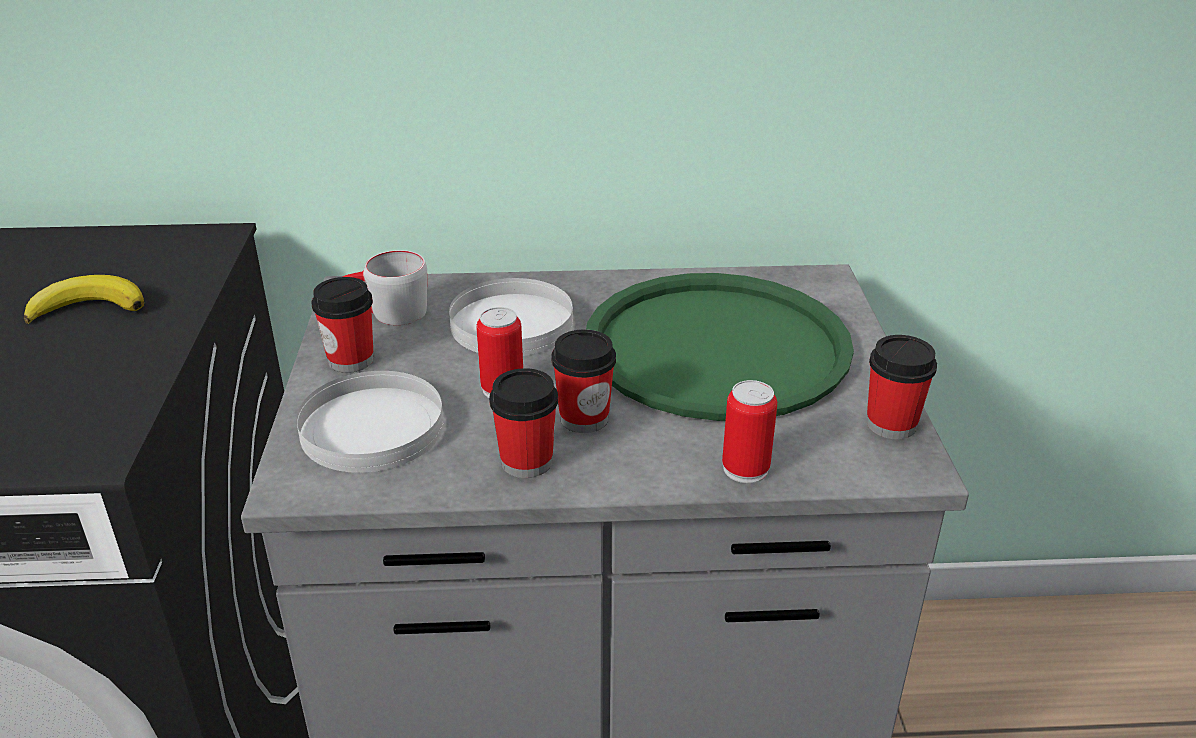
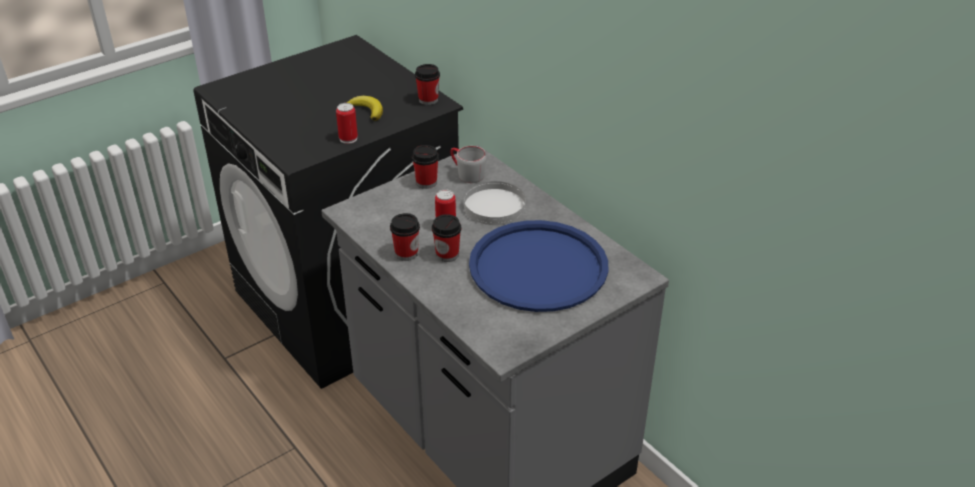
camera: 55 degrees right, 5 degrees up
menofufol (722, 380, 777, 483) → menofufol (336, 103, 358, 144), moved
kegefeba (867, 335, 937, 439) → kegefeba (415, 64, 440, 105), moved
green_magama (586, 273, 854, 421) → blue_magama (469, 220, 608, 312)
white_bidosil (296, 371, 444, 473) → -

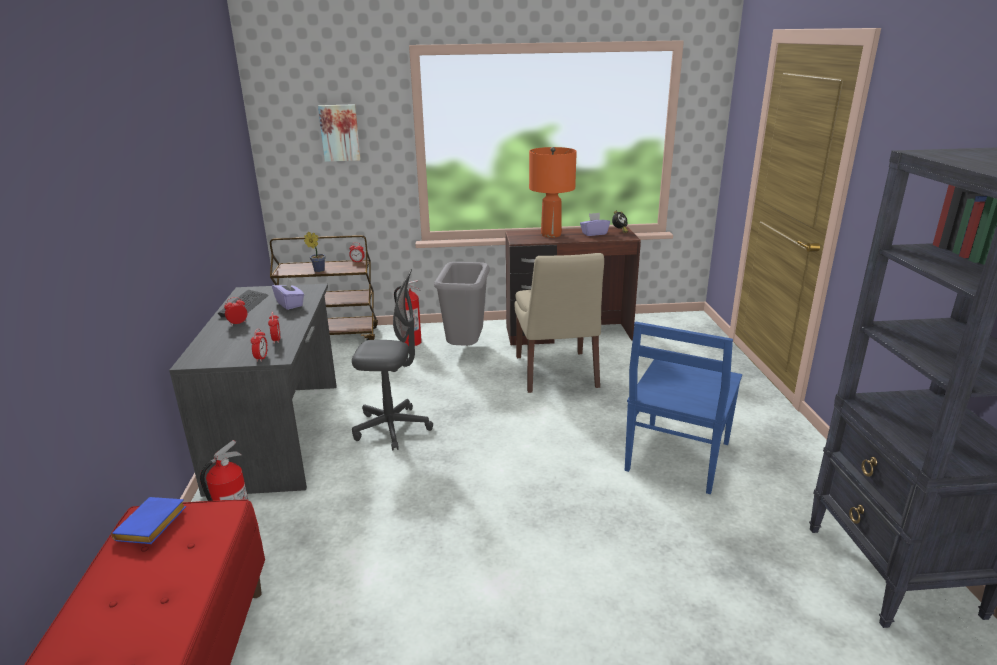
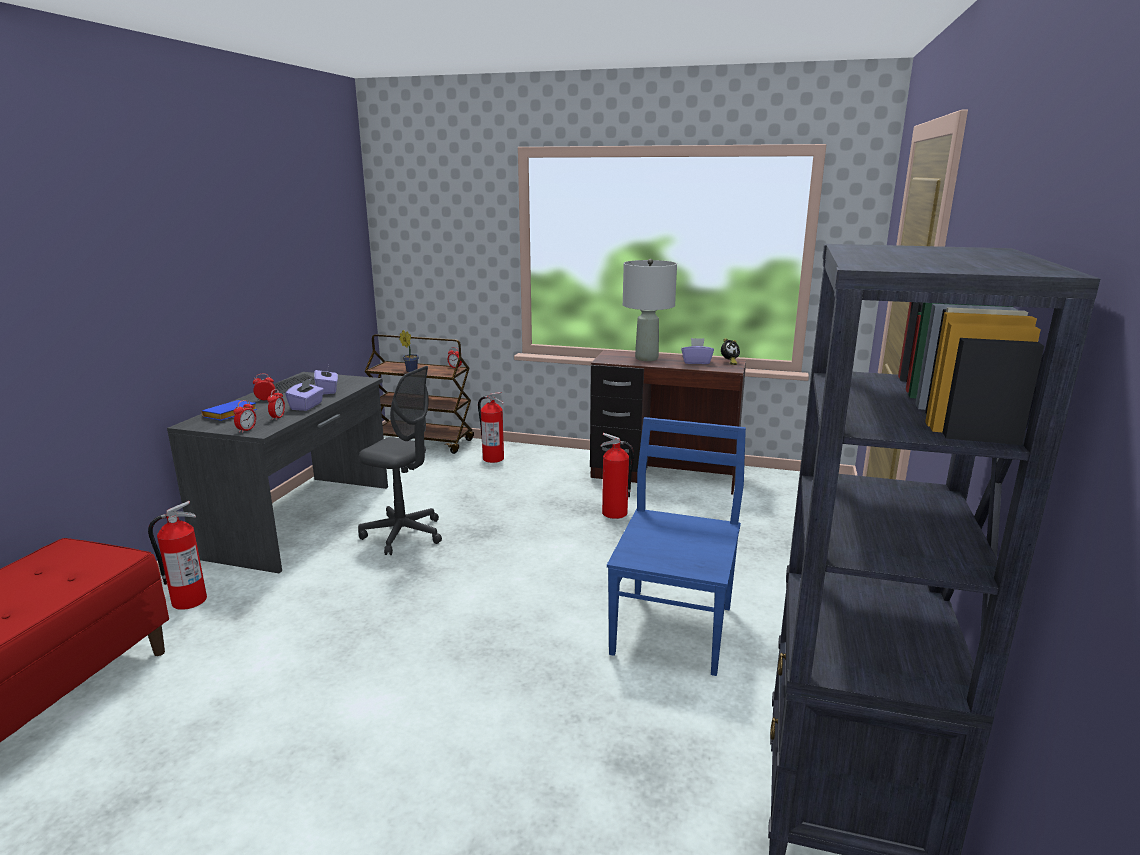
camera: 20 degrees right, 5 degrees down
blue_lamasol (111, 497, 186, 544) → blue_lamasol (201, 400, 257, 421), moved
- → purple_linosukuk (285, 378, 324, 411)
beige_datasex (515, 253, 604, 393) → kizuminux (600, 433, 634, 519)
blue_datasex (625, 322, 742, 494) → blue_datasex (607, 417, 746, 676), 150 degrees clockwise
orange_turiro (529, 147, 577, 238) → grey_turiro (623, 259, 677, 361)
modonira (318, 104, 361, 162) → -
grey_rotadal (434, 262, 490, 346) → -

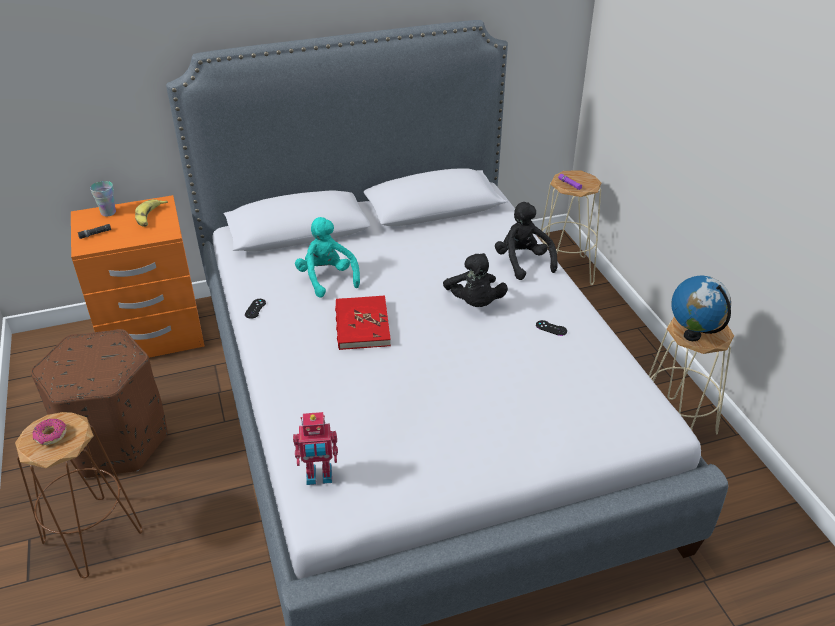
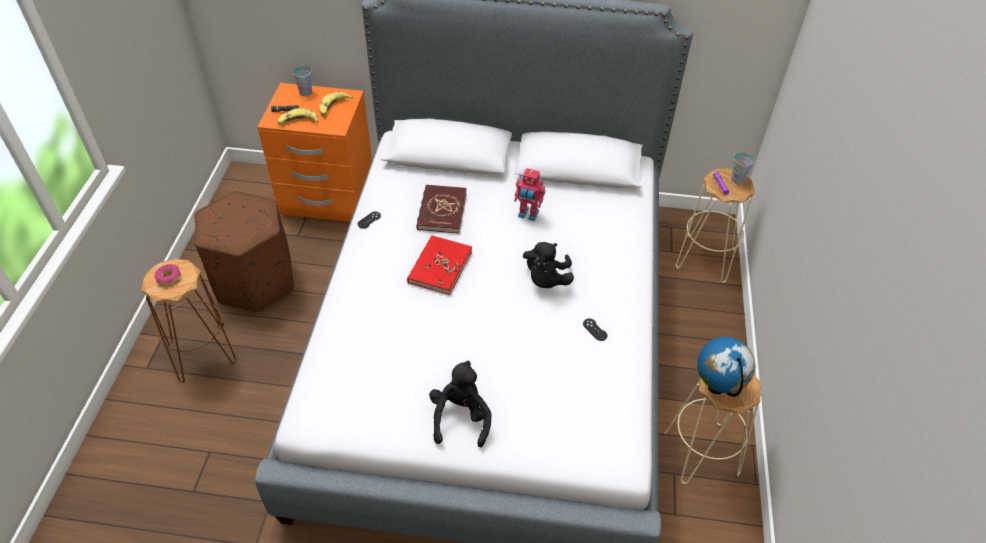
camera: 25 degrees right, 10 degrees up
- → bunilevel (277, 108, 319, 125)
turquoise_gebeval (295, 217, 360, 298) → red_lamasol (416, 185, 467, 234)
black_gebeval (495, 202, 558, 280) → black_gebeval (429, 361, 491, 447), moved
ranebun (293, 412, 338, 485) → ranebun (514, 168, 545, 221), moved
- → kegefeba (731, 152, 754, 184)

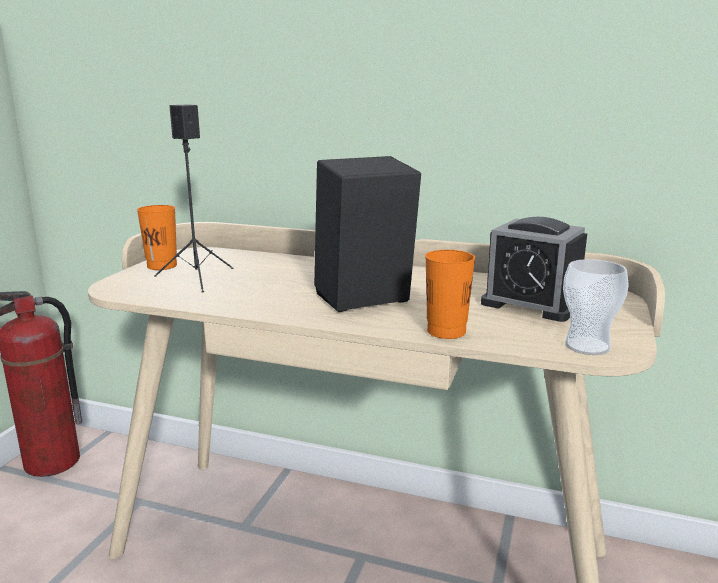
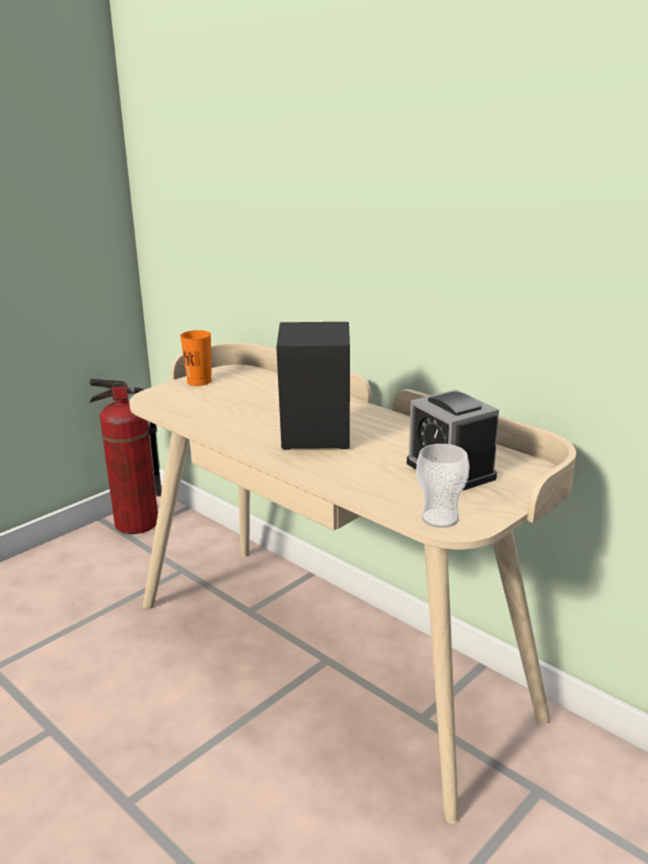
camera: 25 degrees right, 5 degrees up
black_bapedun (154, 104, 234, 293) → -
orange_kegefeba (425, 250, 475, 339) → -

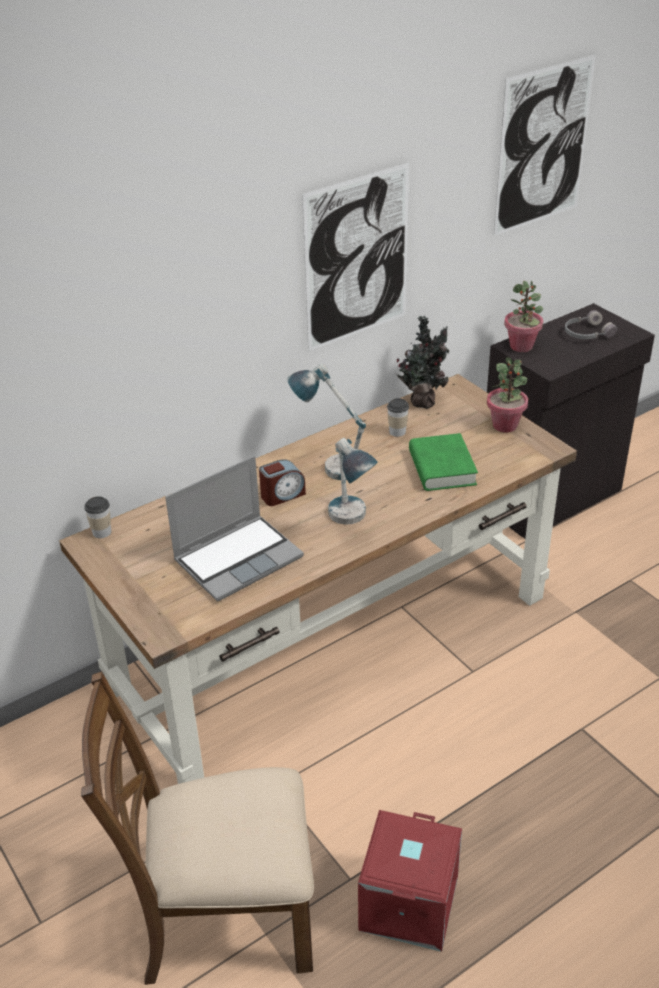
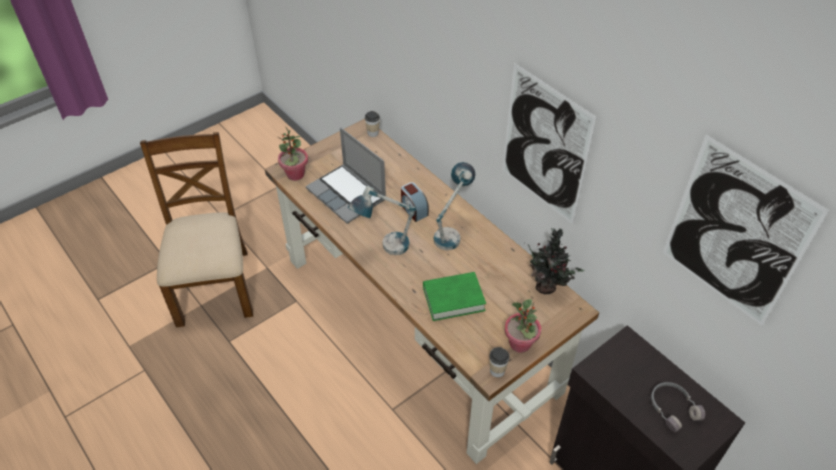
camera: 85 degrees right, 10 degrees up
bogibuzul (504, 281, 543, 352) → bogibuzul (278, 126, 308, 181), moved
kegefeba (387, 398, 409, 437) → kegefeba (490, 347, 510, 378), moved
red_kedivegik (358, 810, 462, 952) → -

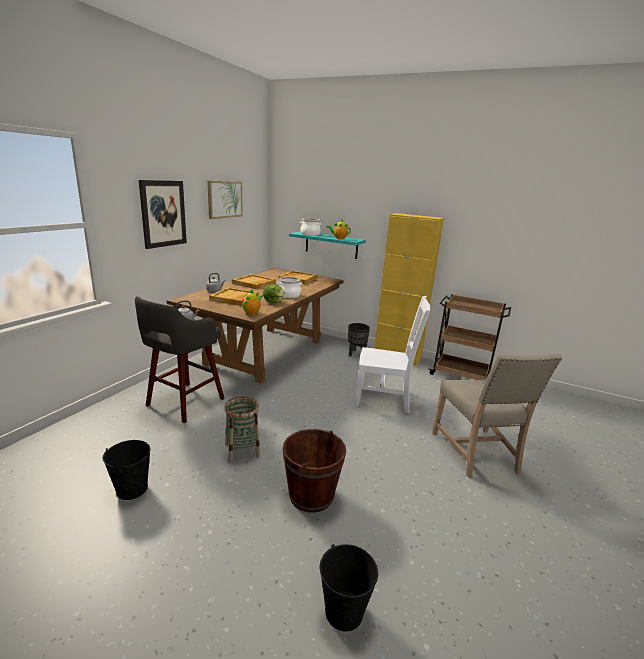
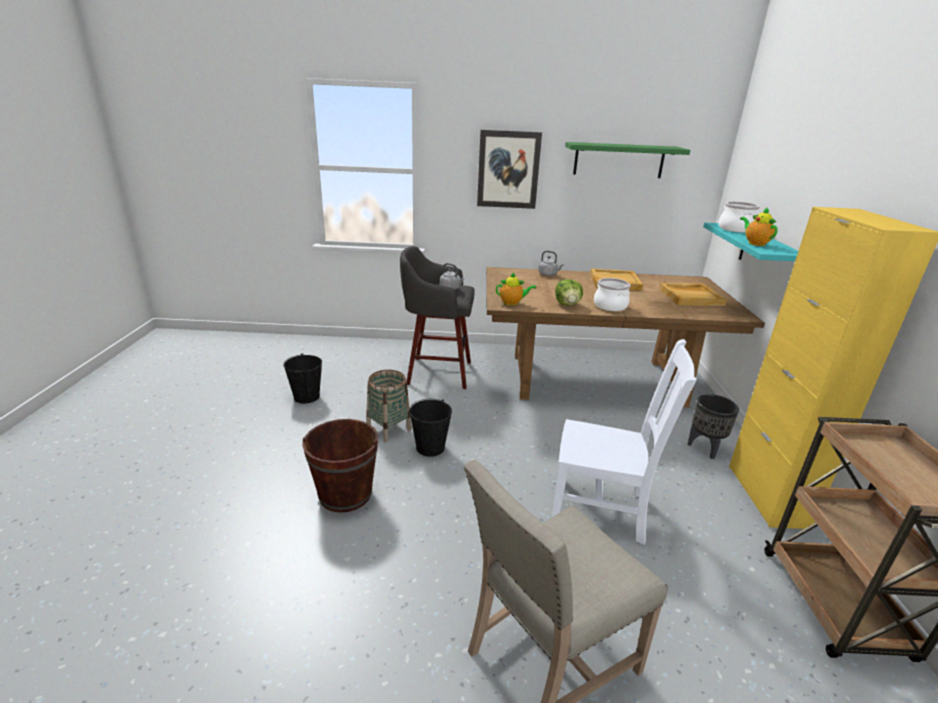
camera: 65 degrees right, 5 degrees up
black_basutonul (320, 544, 378, 632) → black_basutonul (409, 399, 452, 457), moved
white_datasex (355, 296, 430, 414) → white_datasex (552, 339, 697, 545), 60 degrees counterclockwise
modonira (208, 181, 242, 219) → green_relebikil (565, 142, 690, 178)
beige_magama (209, 287, 259, 306) → -

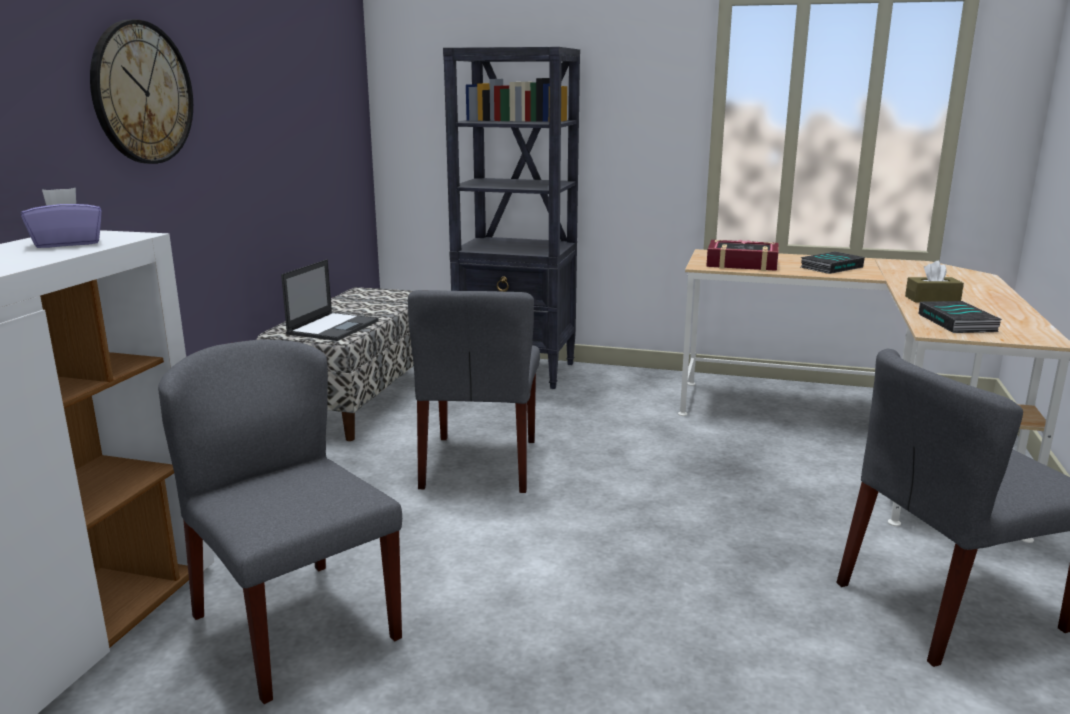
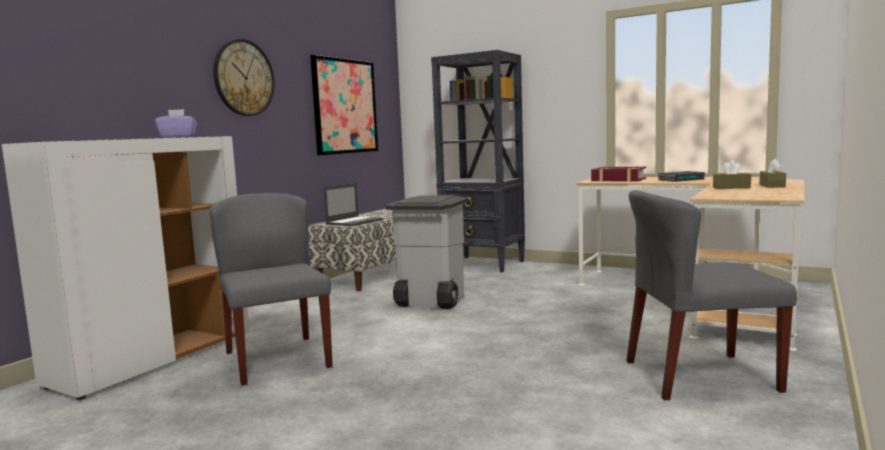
camera: 15 degrees right, 10 degrees down
- → modonira (310, 55, 378, 155)
grey_datasex (408, 290, 540, 493) → grey_rotadal (385, 195, 469, 309)
- → brown_linosukuk (760, 159, 786, 188)
lamasol (919, 301, 1002, 333) → -

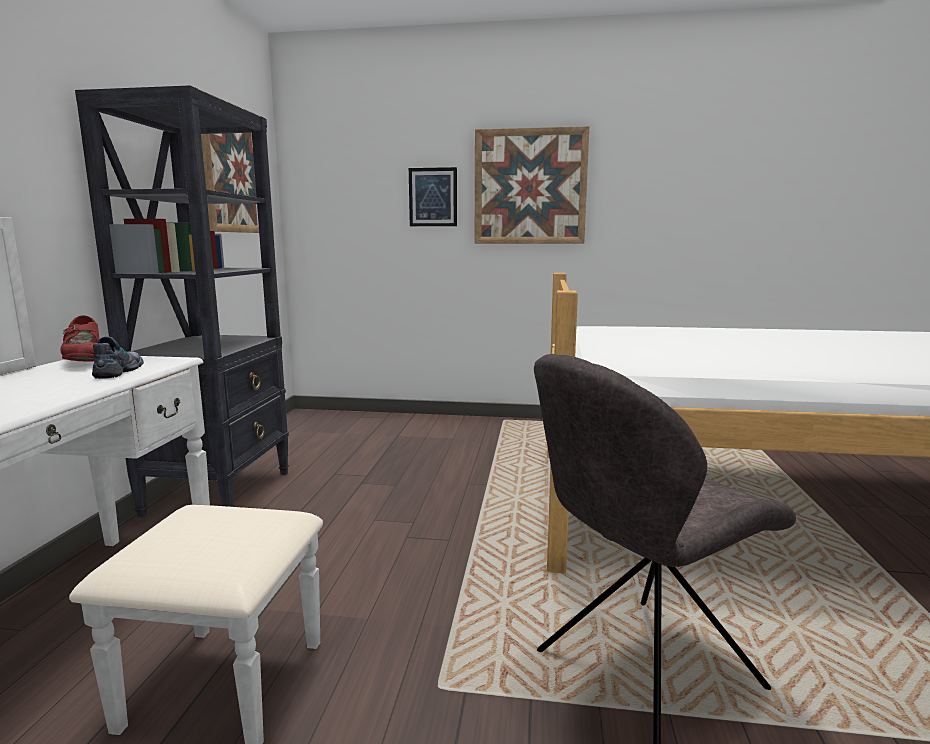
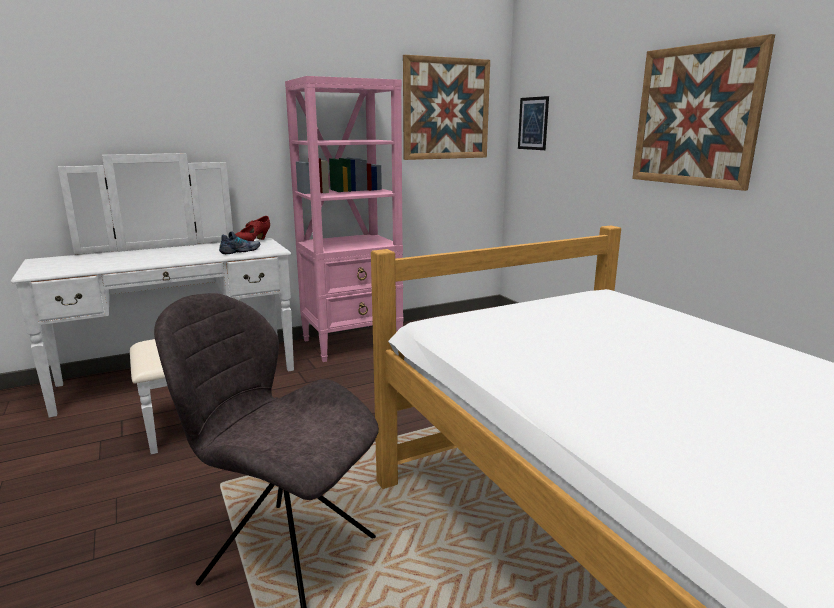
camera: 55 degrees right, 5 degrees up
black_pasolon (75, 85, 289, 518) → pink_pasolon (285, 76, 404, 362)
modonira (409, 167, 457, 226) → modonira (518, 96, 549, 150), moved

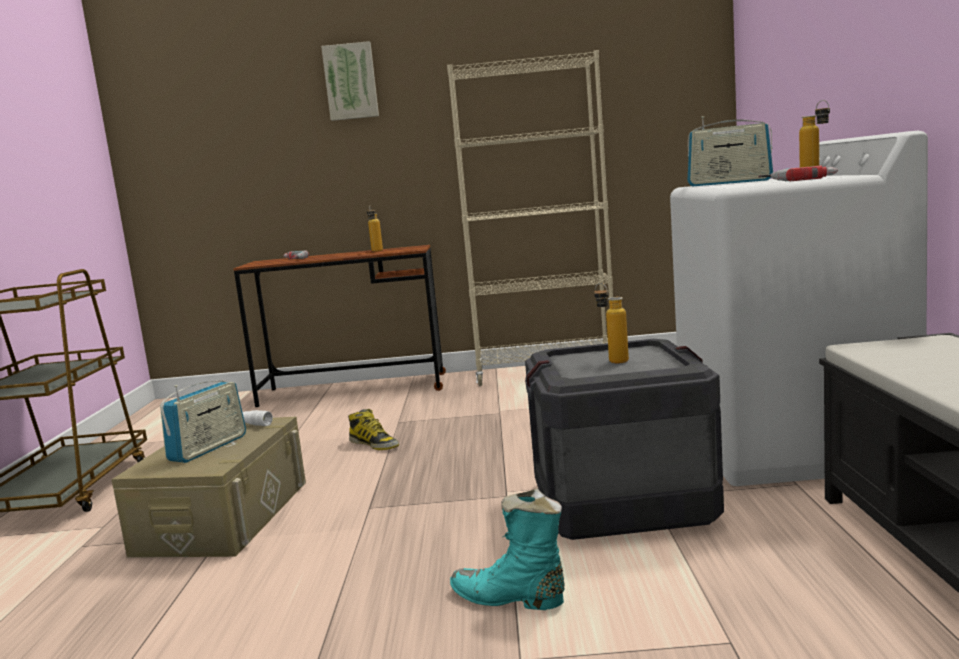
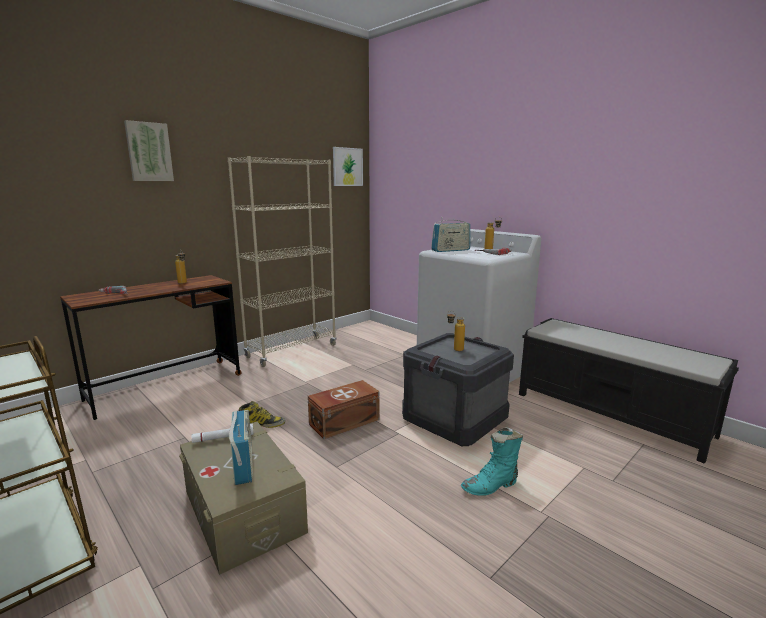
camera: 45 degrees left, 5 degrees up
- → brown_kedivegik (308, 380, 380, 439)
- → modonira (333, 147, 363, 186)

